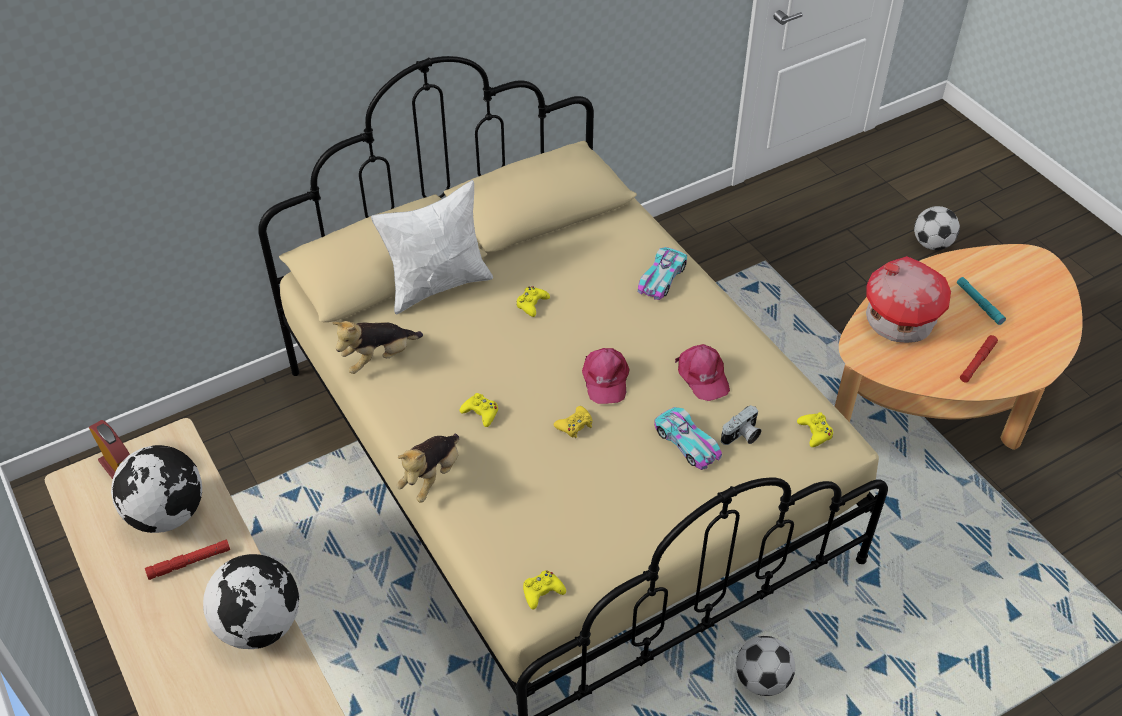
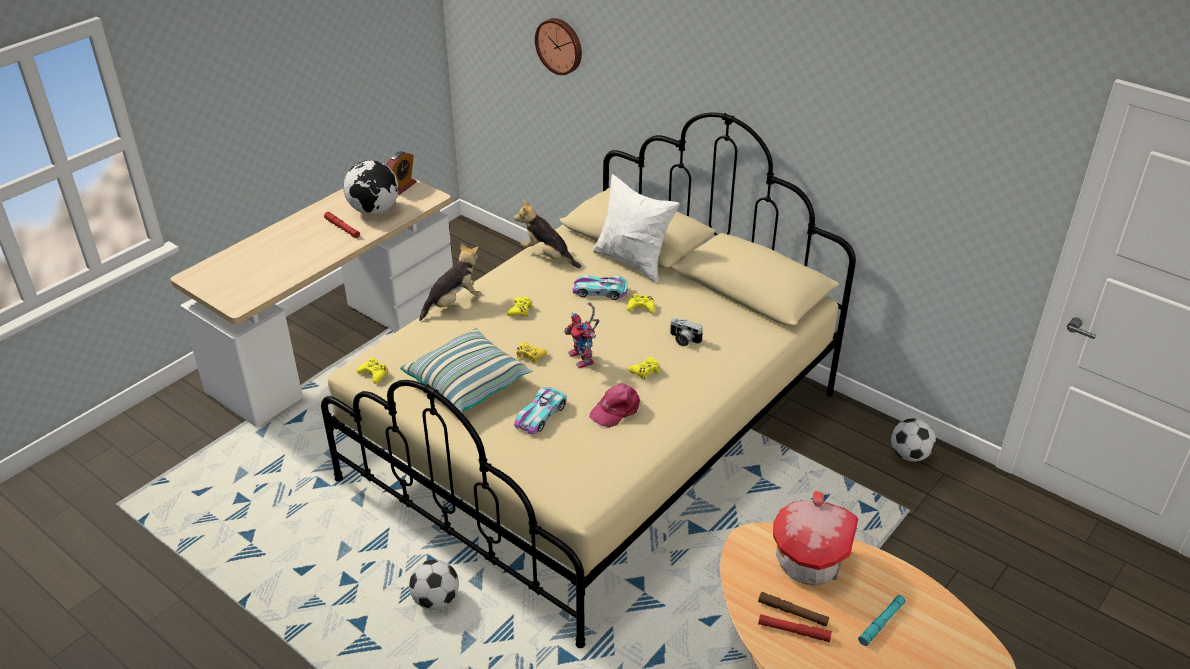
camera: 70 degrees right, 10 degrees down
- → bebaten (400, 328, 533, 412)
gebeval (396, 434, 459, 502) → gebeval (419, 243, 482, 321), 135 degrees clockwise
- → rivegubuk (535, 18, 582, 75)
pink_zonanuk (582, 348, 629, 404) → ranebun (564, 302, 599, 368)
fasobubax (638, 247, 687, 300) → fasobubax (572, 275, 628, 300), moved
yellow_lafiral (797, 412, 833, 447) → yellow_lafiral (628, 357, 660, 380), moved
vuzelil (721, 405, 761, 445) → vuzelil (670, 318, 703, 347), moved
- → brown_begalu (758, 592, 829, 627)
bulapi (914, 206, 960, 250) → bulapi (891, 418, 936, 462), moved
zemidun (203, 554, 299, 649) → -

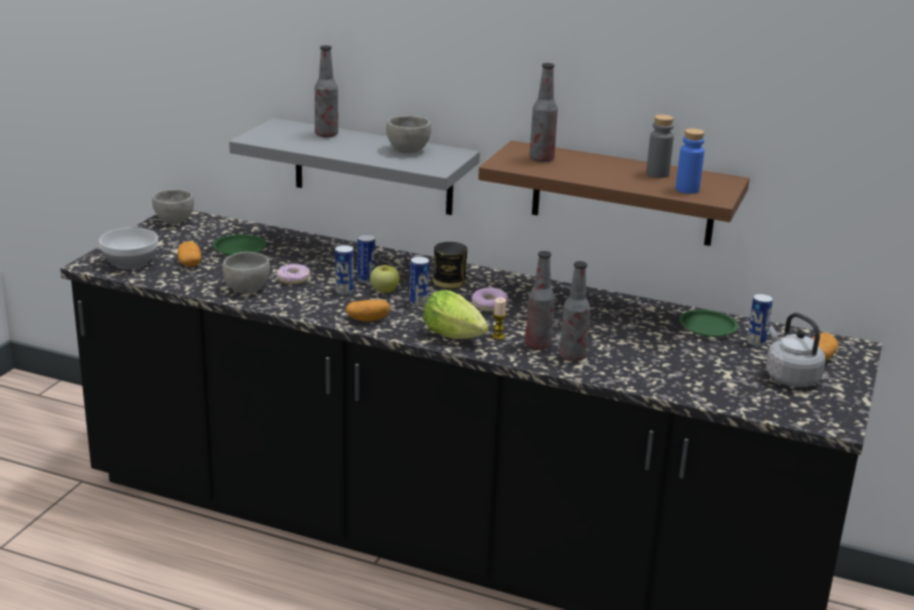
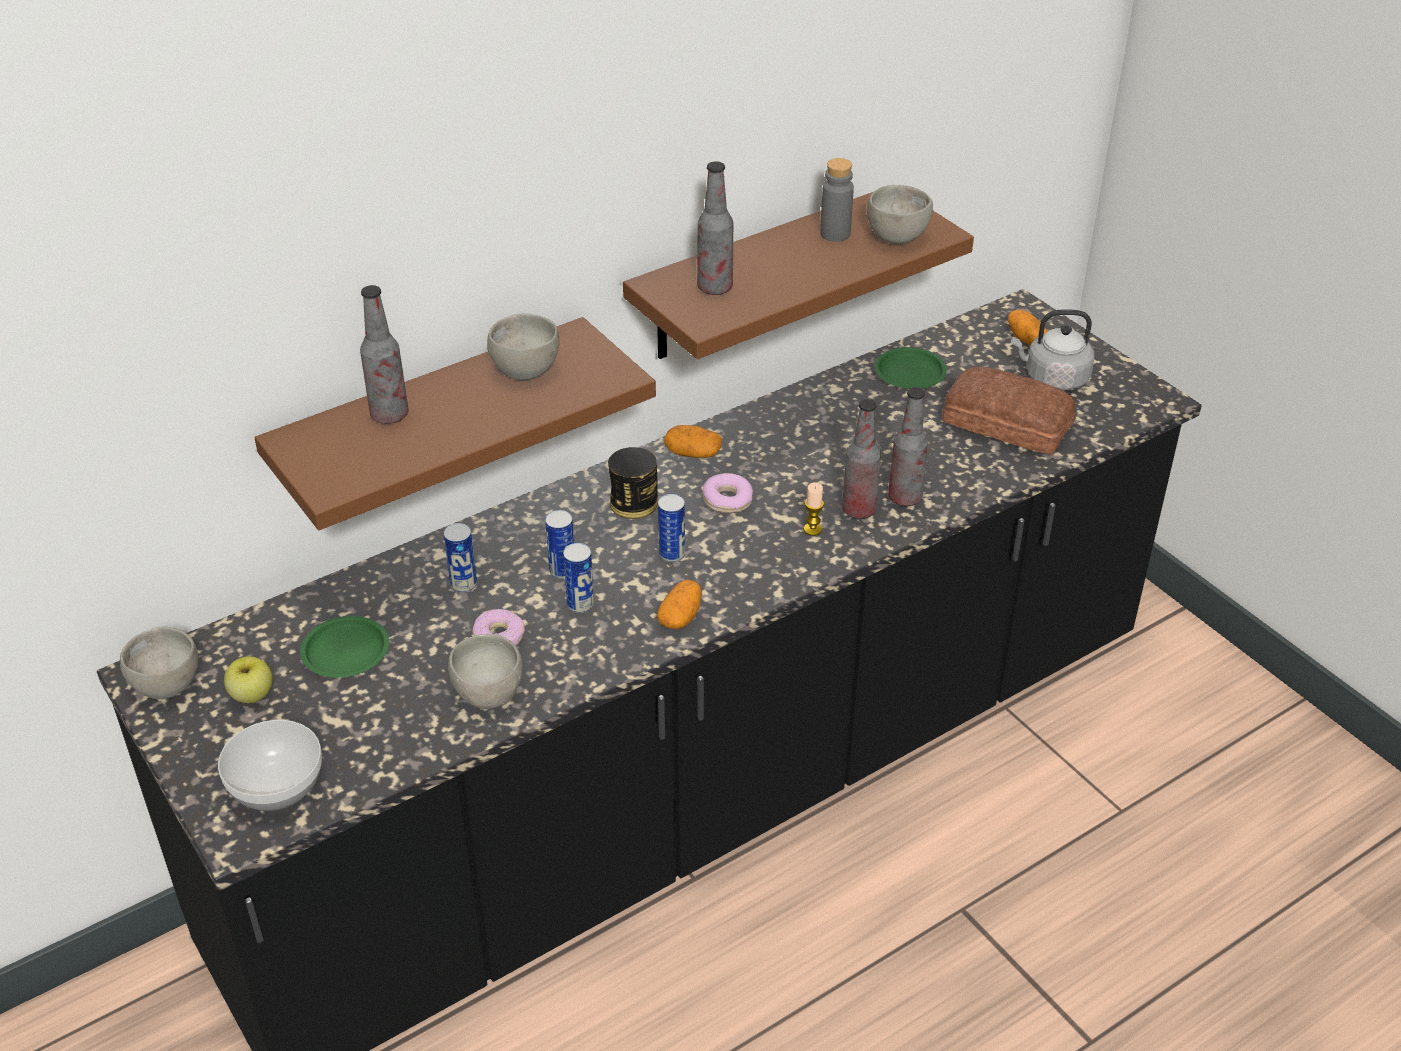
camera: 55 degrees left, 15 degrees up
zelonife (370, 265, 400, 293) → zelonife (224, 656, 273, 703), moved
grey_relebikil (229, 118, 480, 215) → brown_relebikil (254, 317, 656, 530)
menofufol (747, 294, 773, 346) → menofufol (444, 523, 477, 593), moved
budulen (178, 241, 201, 267) → budulen (664, 425, 722, 458), moved
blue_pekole (676, 128, 704, 194) → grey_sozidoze (867, 185, 933, 244)
- → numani (942, 367, 1076, 454)
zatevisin (423, 290, 489, 339) → -

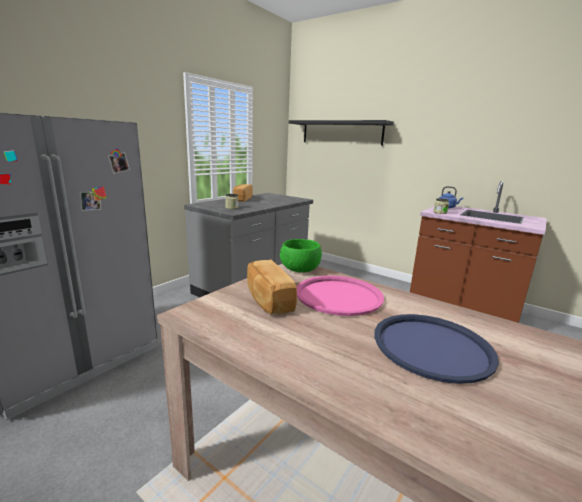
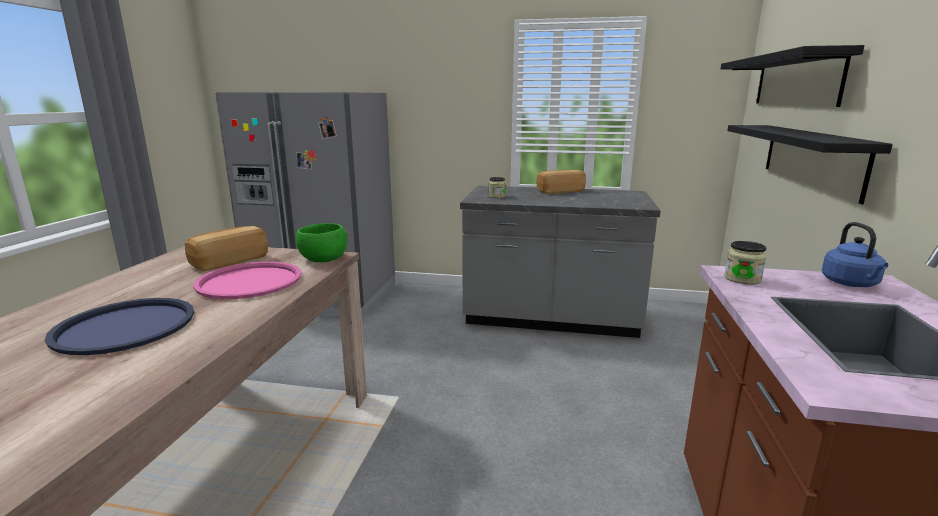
camera: 65 degrees right, 0 degrees up
- → black_relebikil (727, 125, 893, 204)

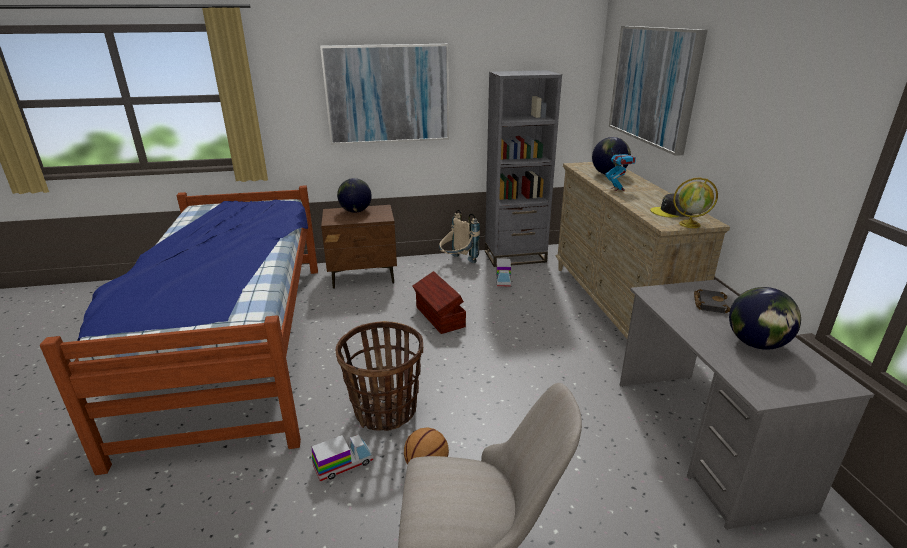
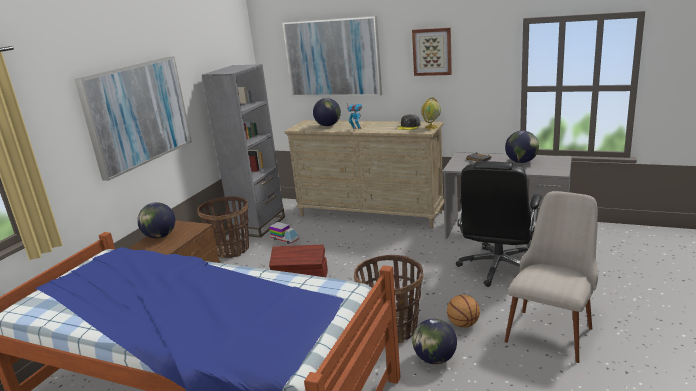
camera: 55 degrees left, 5 degrees down
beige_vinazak (439, 210, 480, 263) → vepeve (197, 196, 249, 258)
- → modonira (412, 28, 452, 76)
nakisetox (312, 434, 373, 481) → zemidun (412, 319, 457, 364)
- → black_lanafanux (456, 161, 542, 287)

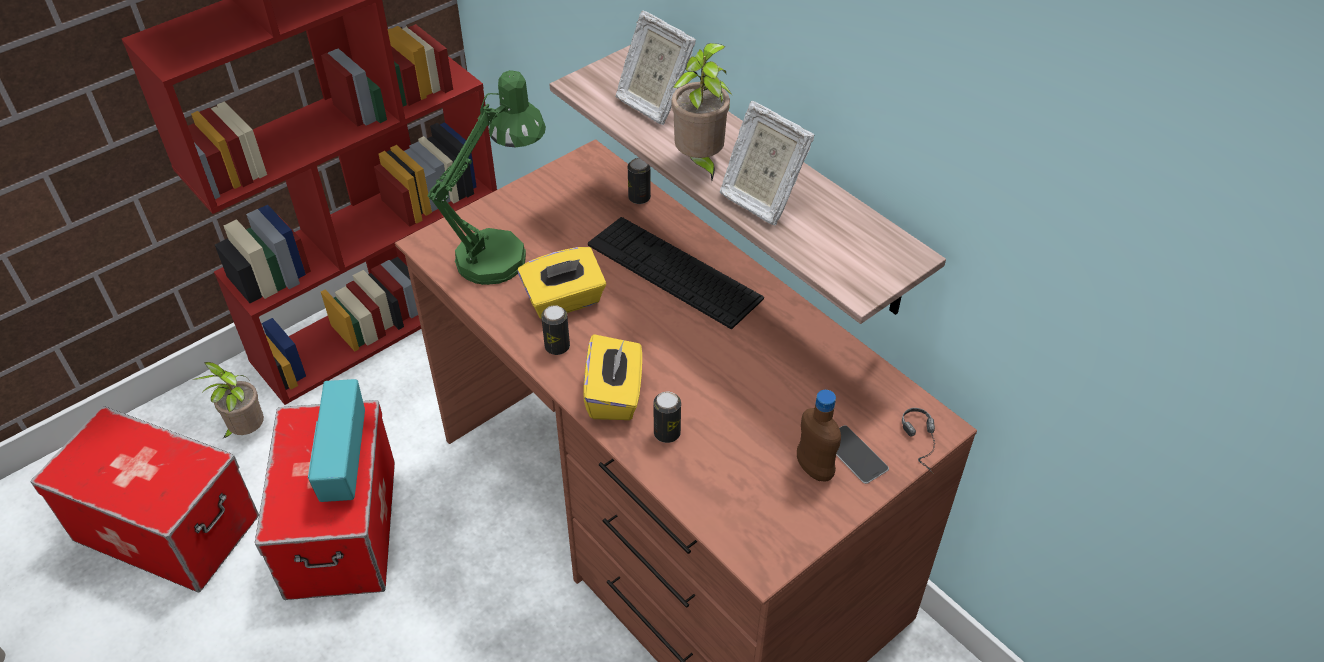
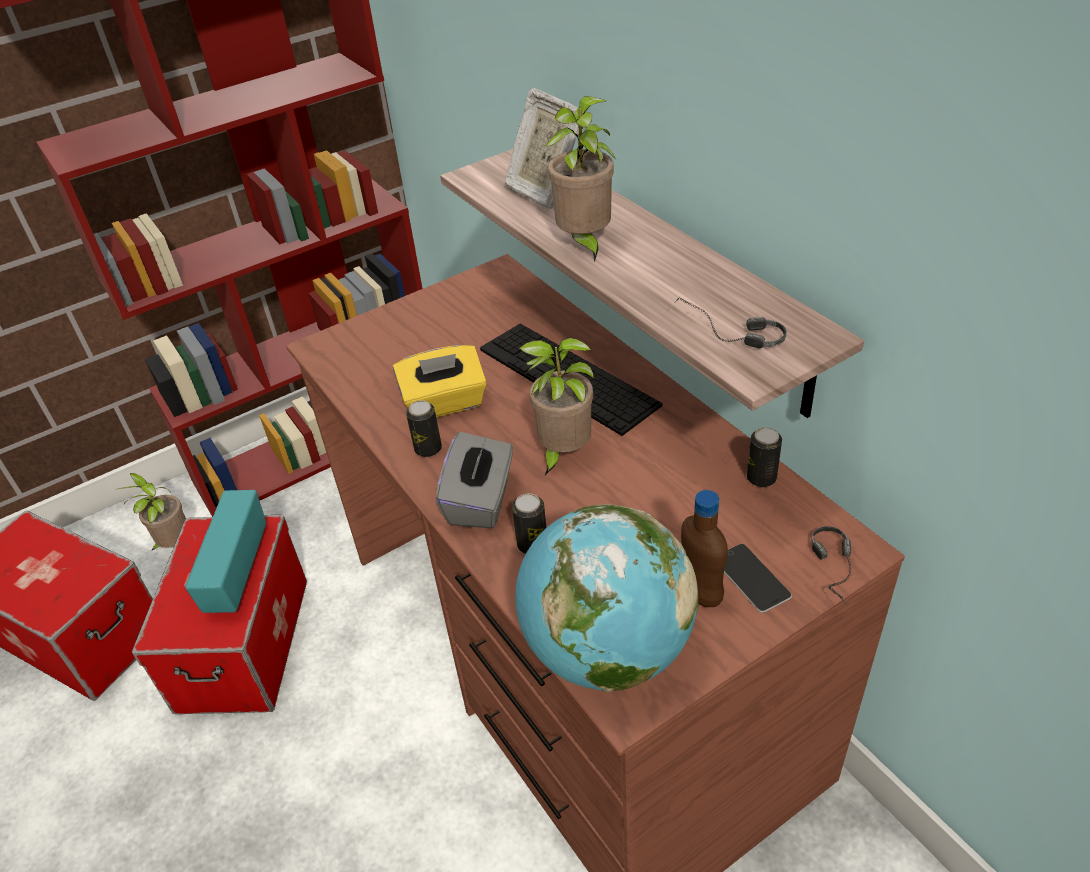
camera: 10 degrees right, 5 degrees down
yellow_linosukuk (583, 334, 642, 420) → grey_linosukuk (436, 432, 513, 528)
- → zemidun (515, 504, 699, 693)
- → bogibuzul (519, 338, 594, 475)
- → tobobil (674, 297, 787, 349)
menofufol (628, 158, 651, 204) → menofufol (747, 427, 782, 487), moved
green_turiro (428, 70, 546, 285) → -
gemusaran (720, 101, 815, 226) → -

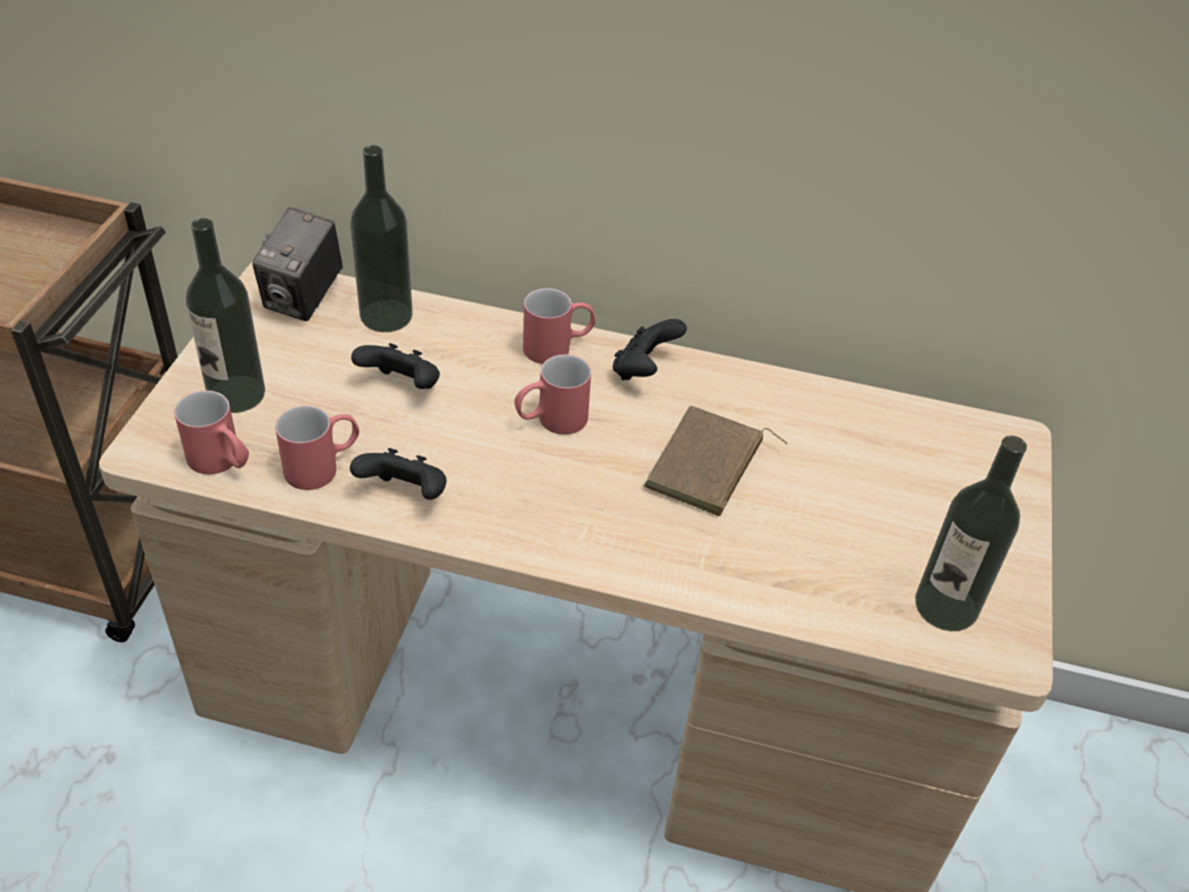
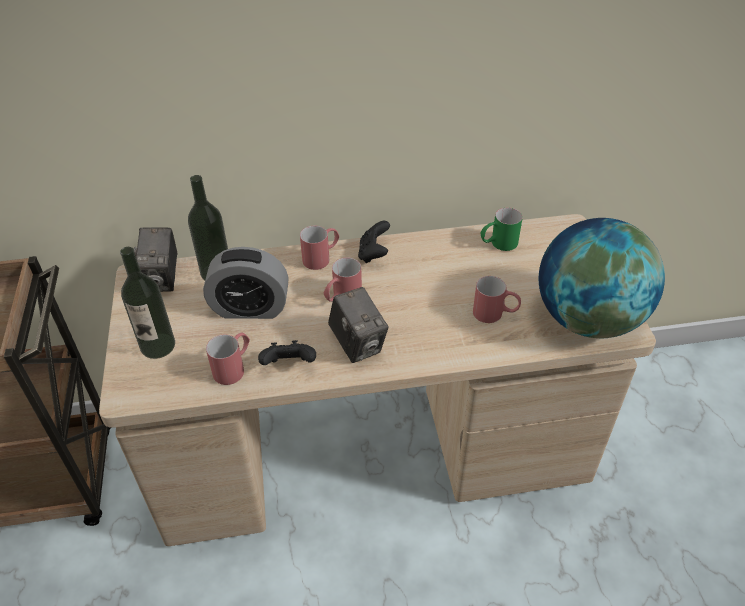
camera: 20 degrees left, 0 degrees up
black_lafiral (351, 343, 440, 389) → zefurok (203, 247, 289, 319)
- → vuzelil (328, 287, 389, 363)
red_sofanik (174, 390, 249, 474) → red_sofanik (473, 276, 521, 323), moved
- → green_sofanik (481, 208, 523, 251)
pekole (915, 436, 1027, 631) → zemidun (539, 218, 665, 338)
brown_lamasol (644, 406, 788, 516) → -

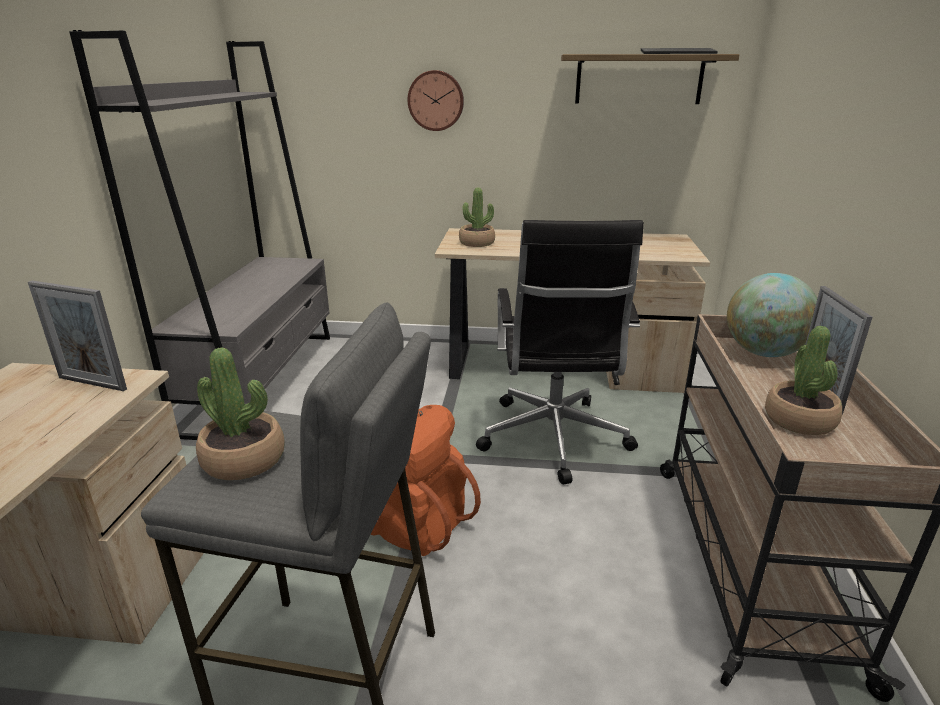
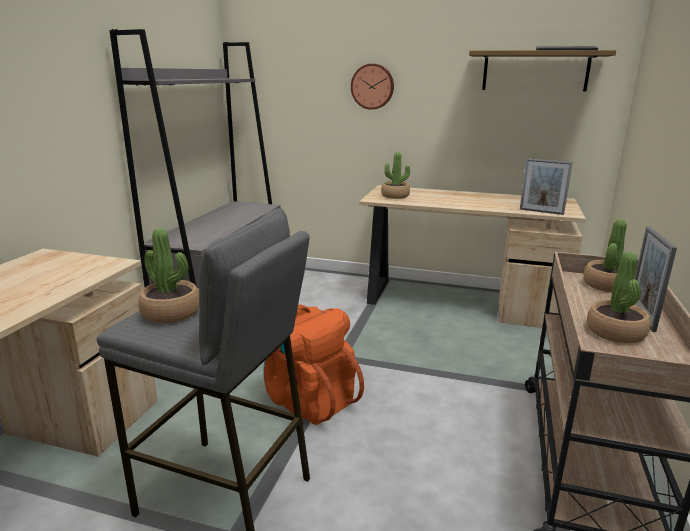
camera: 10 degrees right, 5 degrees down
gemusaran (28, 281, 127, 391) → gemusaran (520, 158, 573, 215), moved
zemidun (727, 273, 817, 357) → bogibuzul (583, 219, 627, 292)
black_lanafanux (476, 220, 644, 484) → -

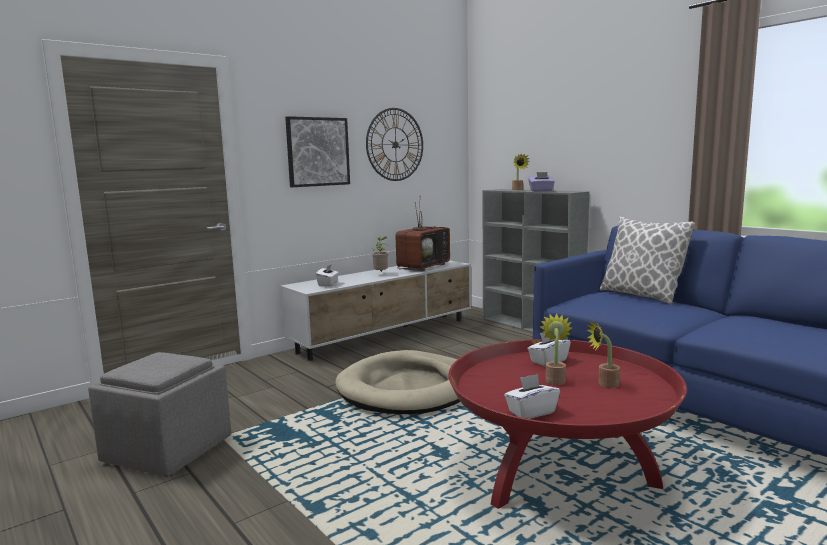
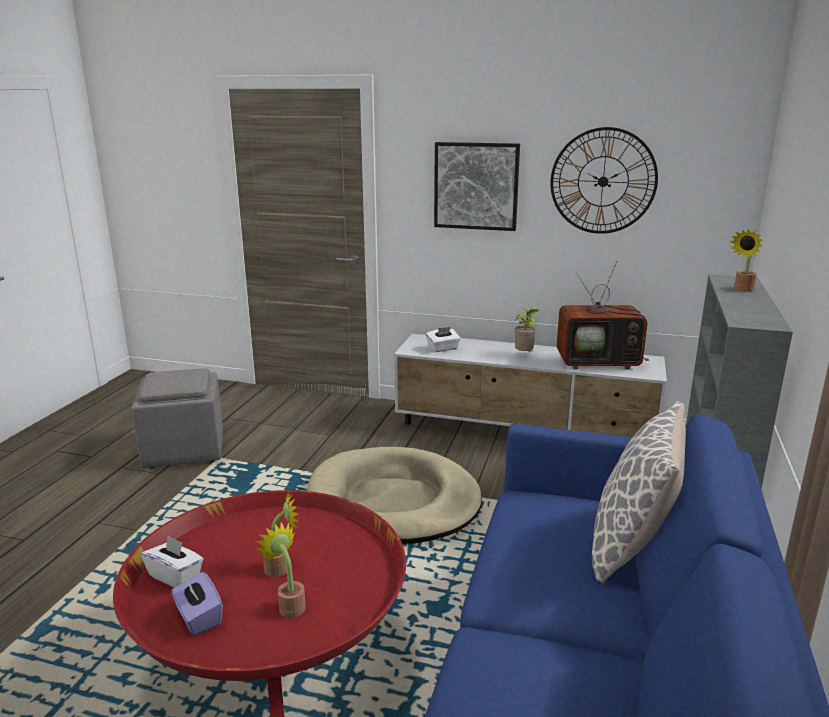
camera: 55 degrees right, 10 degrees up
purple_linosukuk (528, 172, 555, 191) → purple_linosukuk (171, 572, 223, 635), moved
white_linosukuk (527, 333, 571, 367) → -

